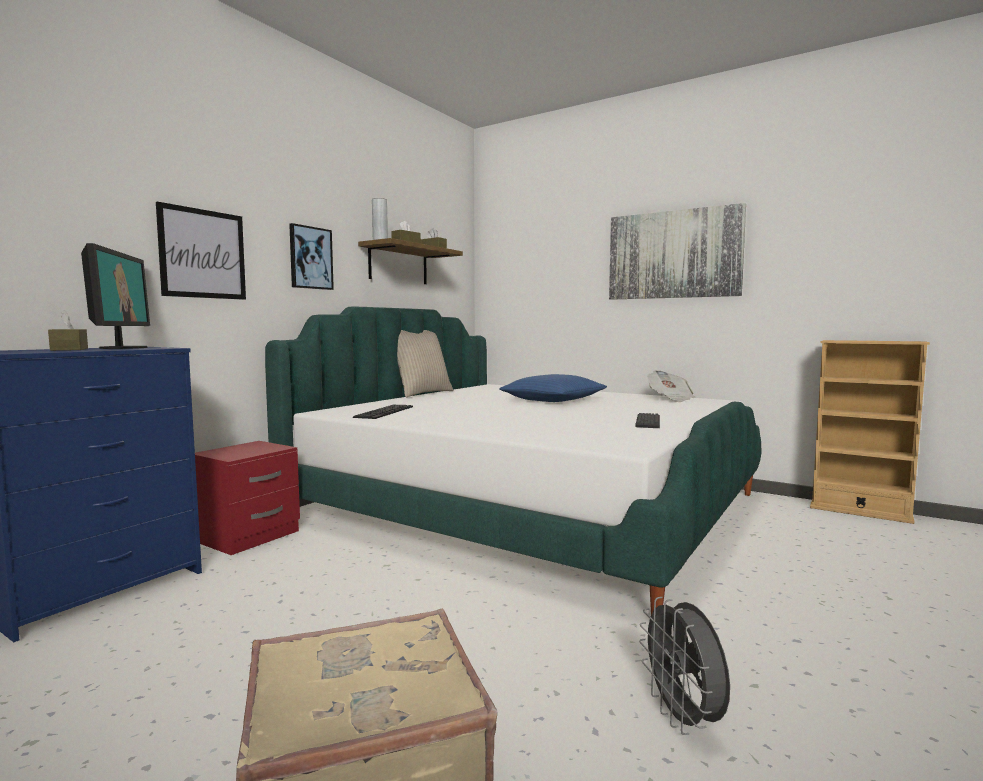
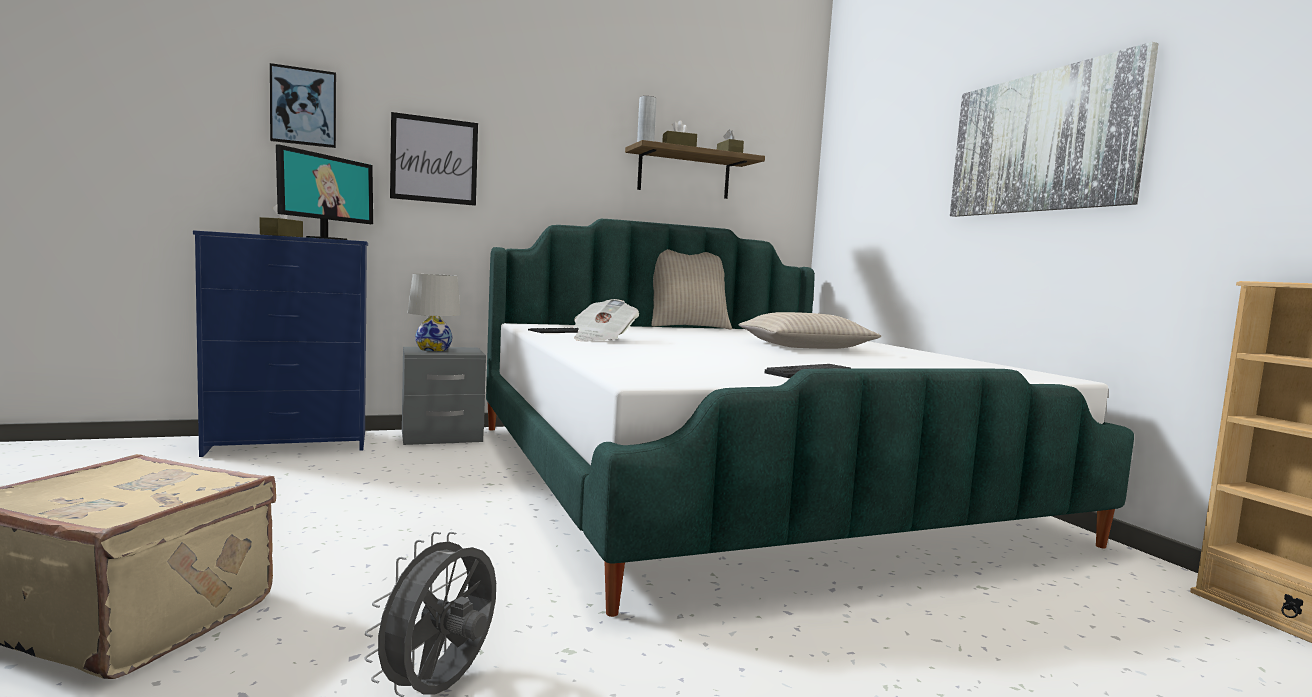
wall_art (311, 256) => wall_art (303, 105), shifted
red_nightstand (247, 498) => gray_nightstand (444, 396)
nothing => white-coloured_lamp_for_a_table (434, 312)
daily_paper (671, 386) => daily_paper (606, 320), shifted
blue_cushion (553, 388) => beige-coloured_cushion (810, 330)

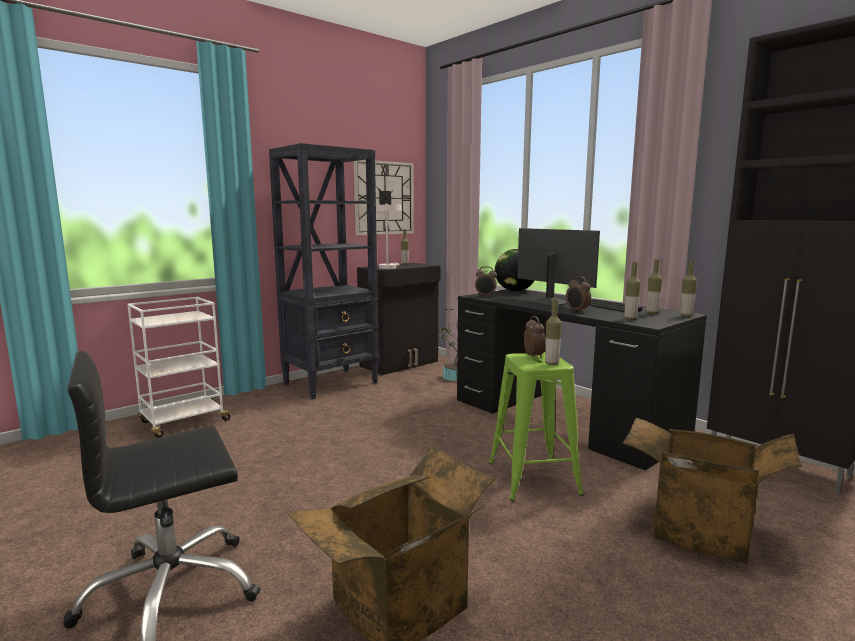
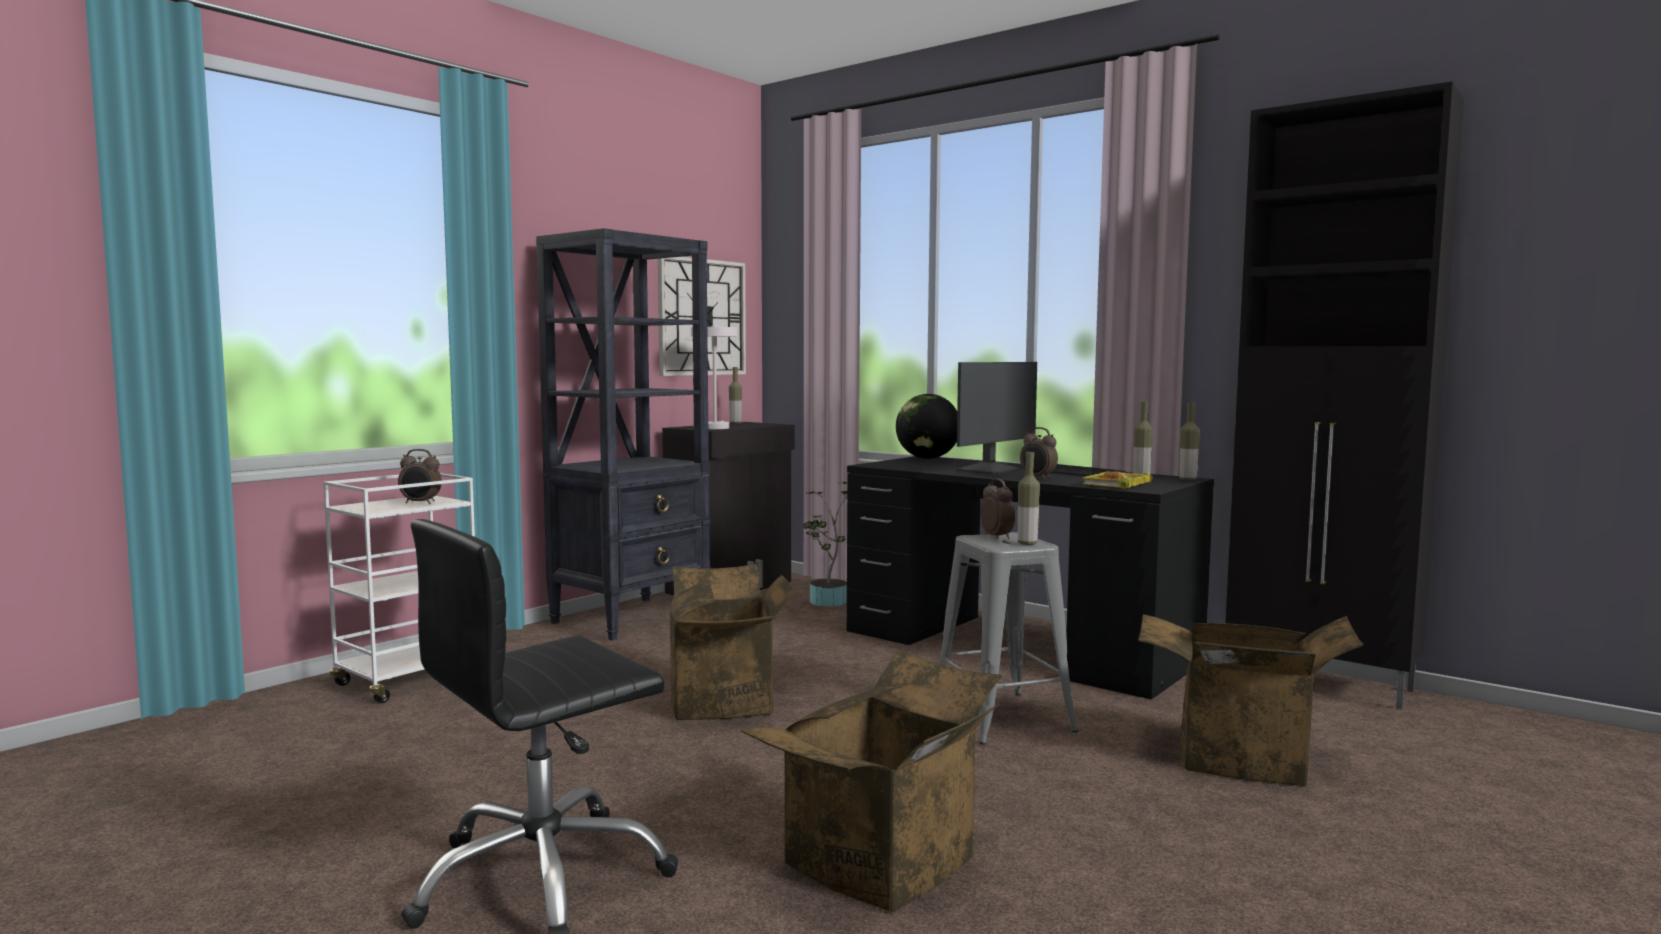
alarm_clock (486, 281) => alarm_clock (420, 476), shifted
nothing => packing_box (732, 641)
greenish_sitting_stool (536, 426) => gray_sitting_stool (1008, 638)
computer_screen (558, 267) => computer_screen (997, 418), 90 degrees clockwise
beverage_bottle (632, 291) => volume (1117, 480)

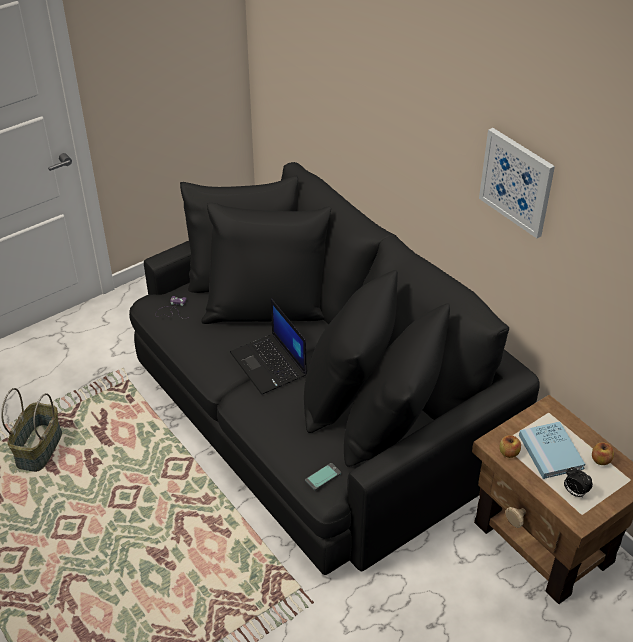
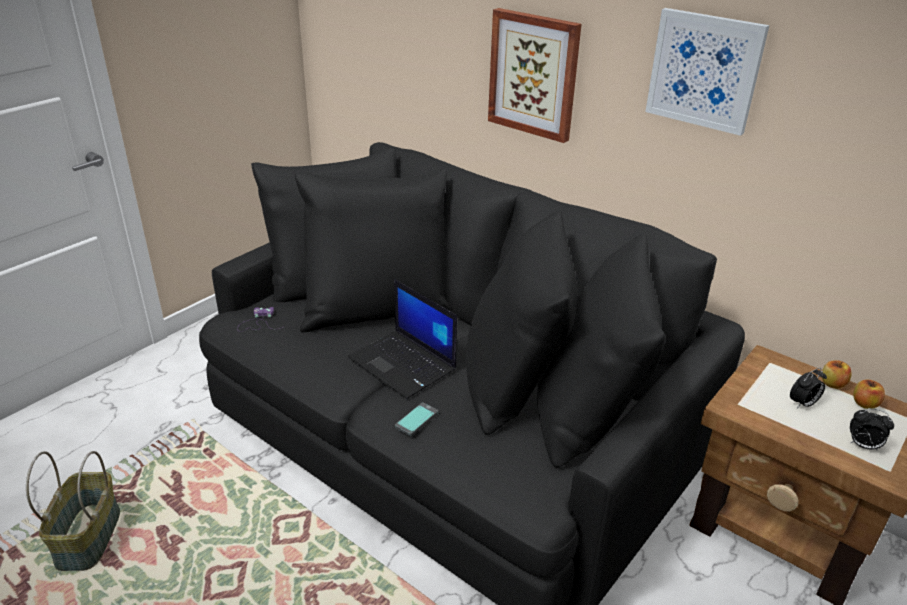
phone (323, 477) => phone (416, 419), shifted
nothing => wall_art (534, 75)
blue_volume (552, 450) => alarm_clock (808, 388)
apple_fruit (510, 446) => apple_fruit (837, 374), shifted

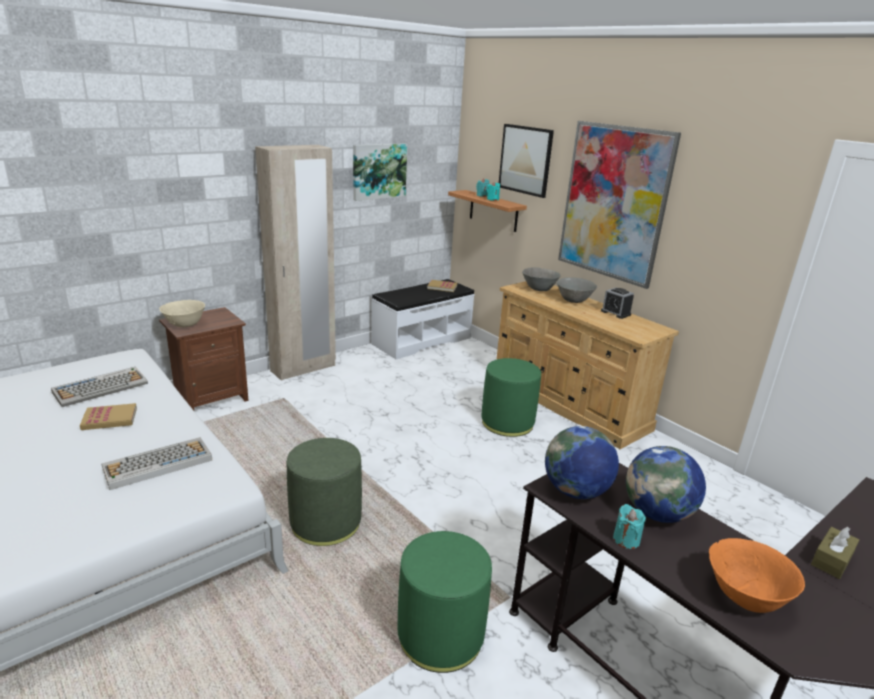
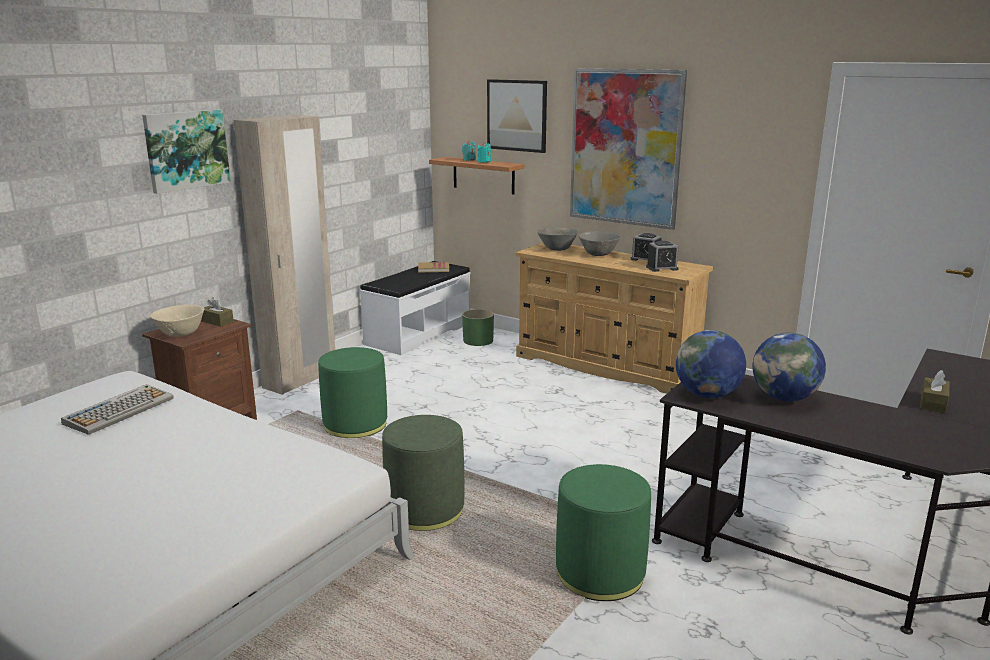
wall_art (380, 172) => wall_art (186, 152), shifted
nothing => brownish_tissue_holder (217, 312)
greenish_pouffe (511, 397) => greenish_pouffe (352, 392), shifted
nothing => greenish_plant_pot (478, 327)
nothing => alarm_clock (662, 256)
volume (108, 416) => nothing
PC_keyboard (156, 463) => nothing
turquoise-coloured_wax_candle (629, 526) => nothing
orange-coloured_serving_bowl (757, 575) => nothing

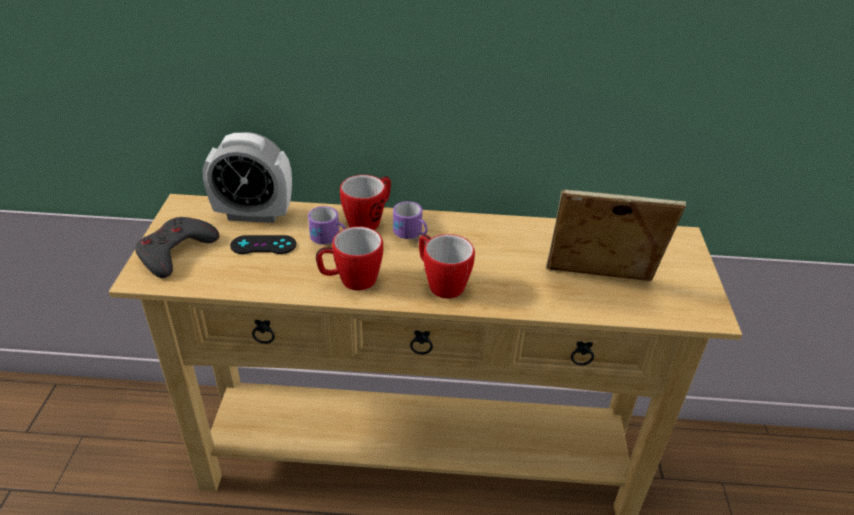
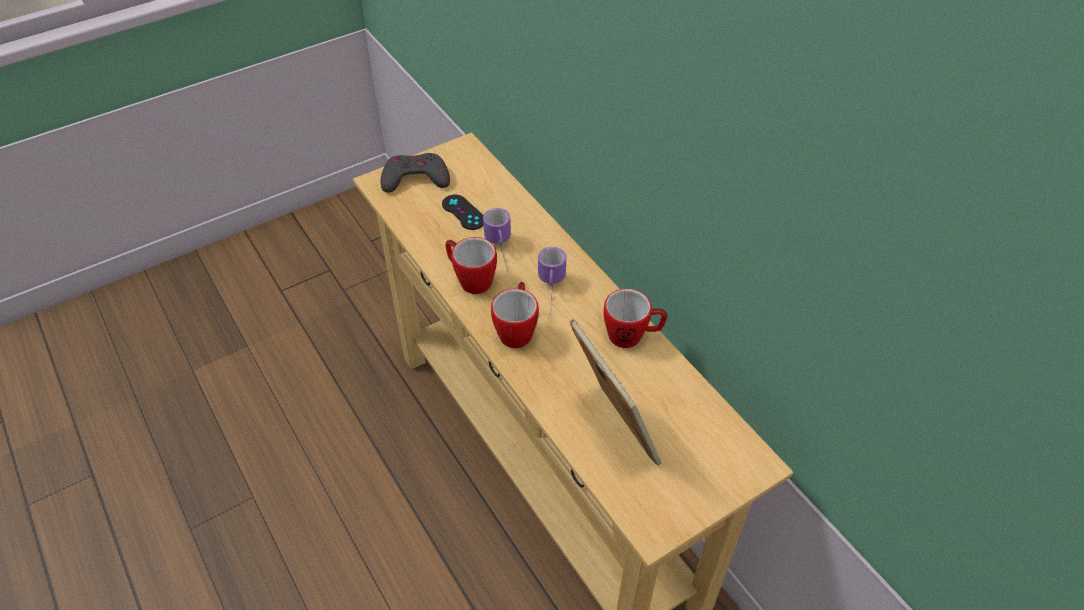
tea_mug (365, 202) => tea_mug (635, 318), shifted
alarm_clock (247, 177) => nothing

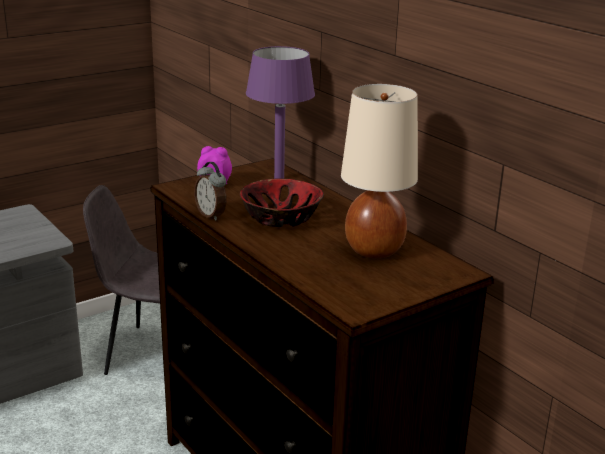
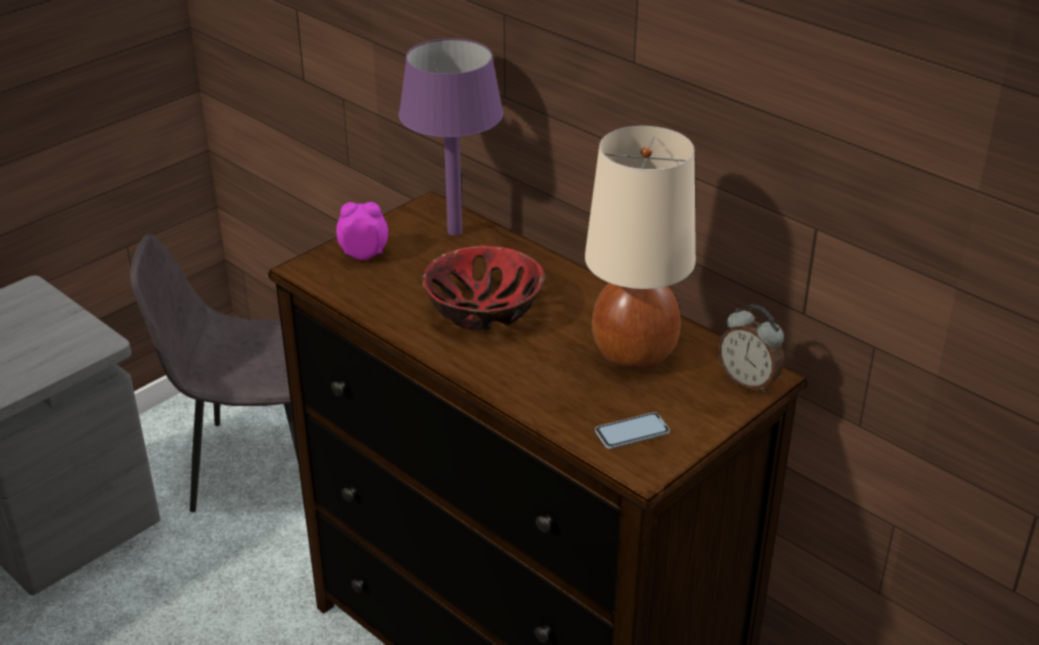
nothing => phone (632, 430)
alarm_clock (210, 191) => alarm_clock (750, 349), shifted

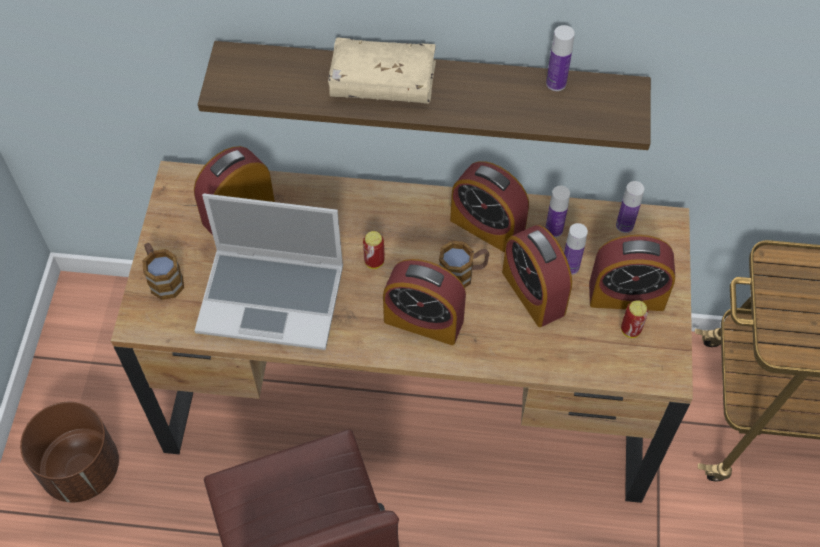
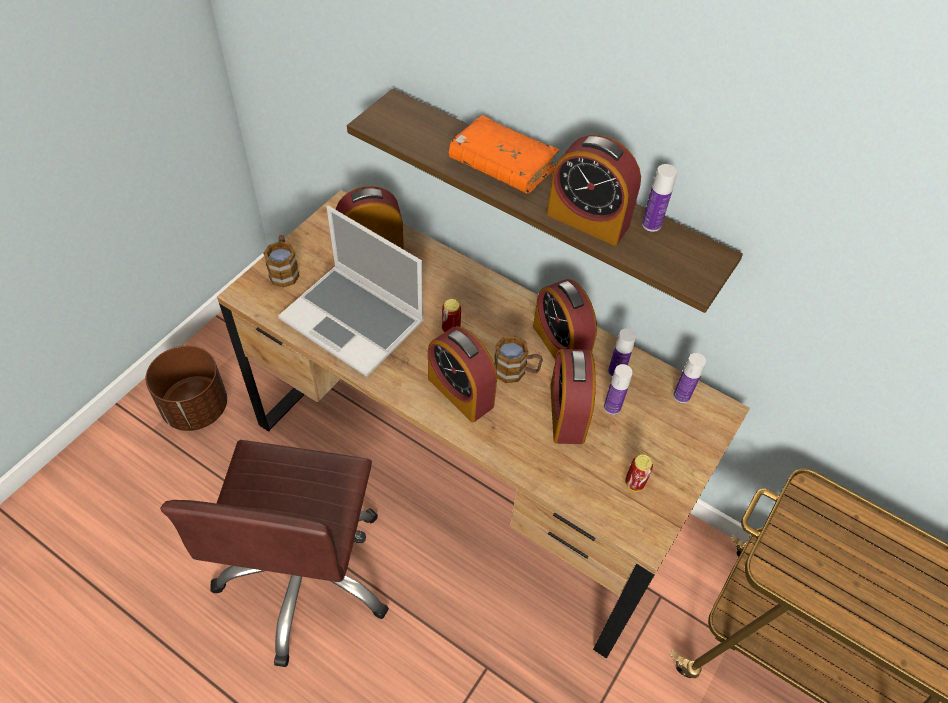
beige-coloured_volume (382, 71) => orange-coloured_volume (504, 154)
alarm_clock (632, 273) => alarm_clock (594, 190), shifted

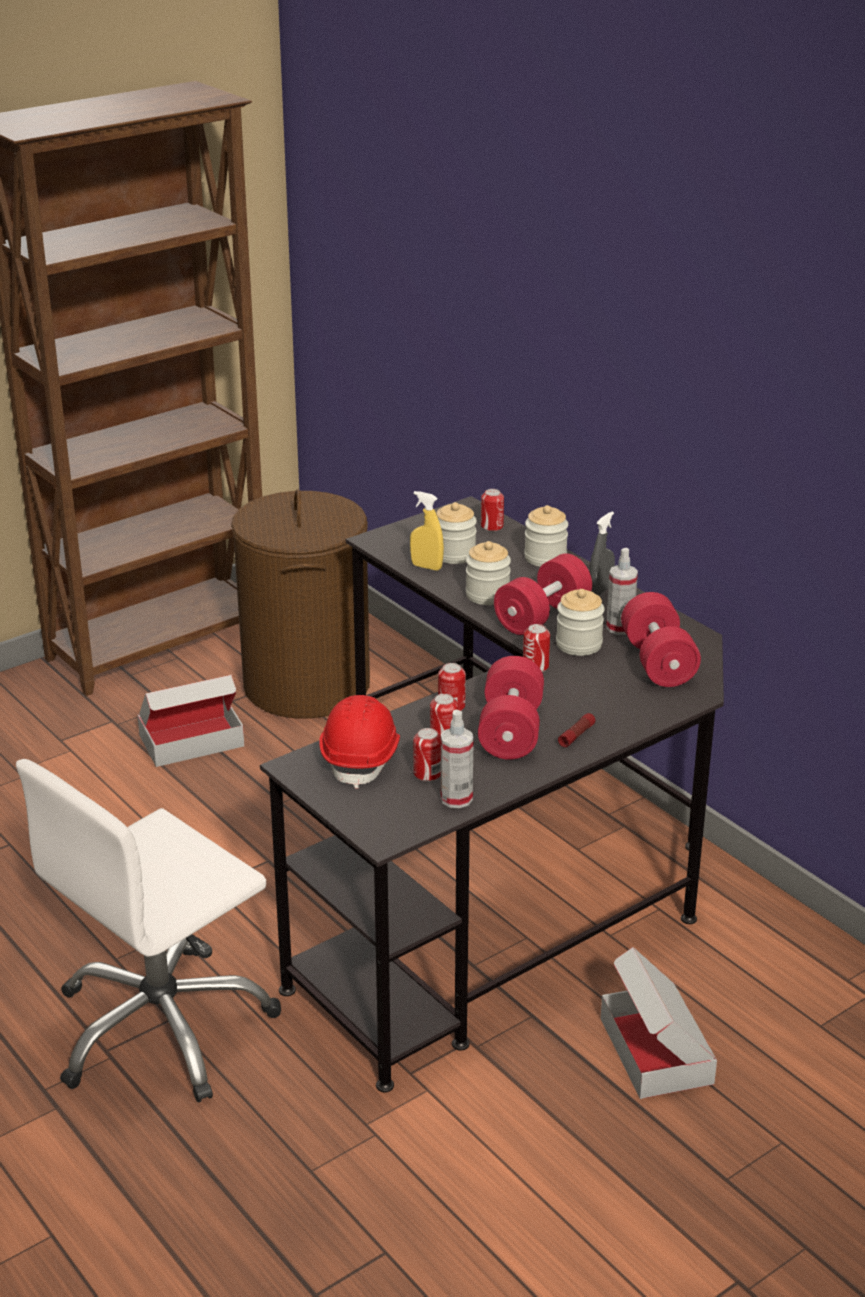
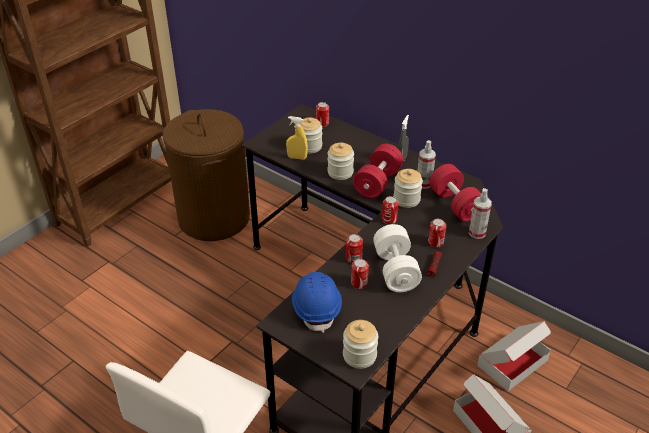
red_hard_hat (359, 741) => blue_hard_hat (317, 302)
storage_jar (546, 536) => storage_jar (360, 344), shifted
red_hand_weight (511, 708) => white-coloured_hand_weight (397, 258)
can (427, 754) => can (437, 233), shifted
hand_sprayer (457, 759) => hand_sprayer (480, 213), shifted
packing_box (190, 721) => packing_box (514, 356), shifted

